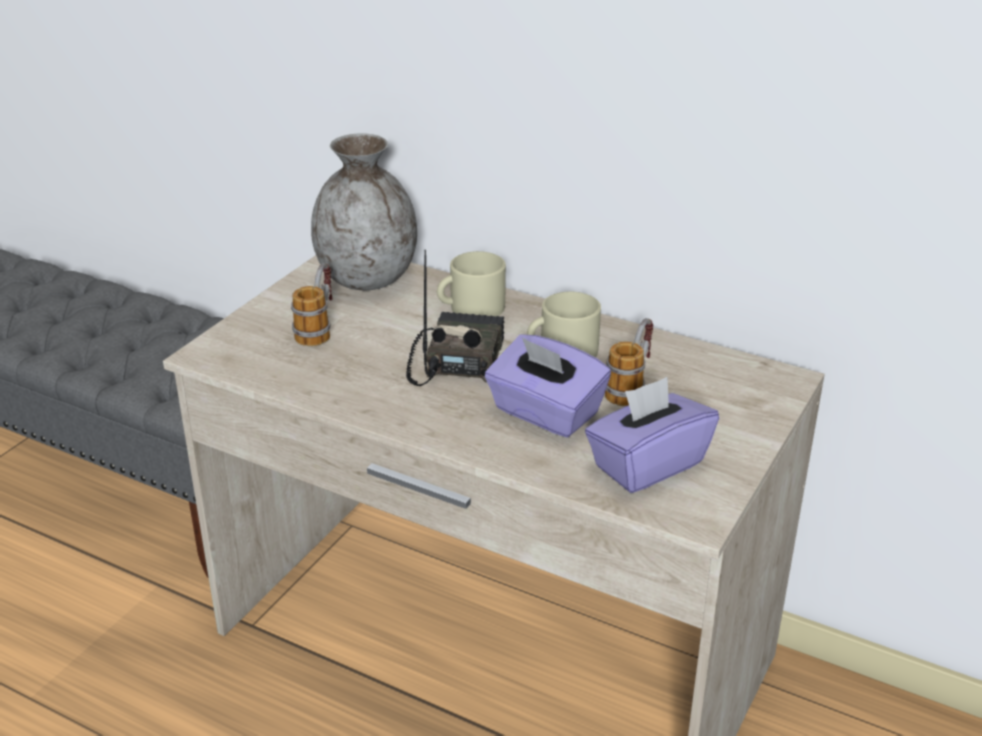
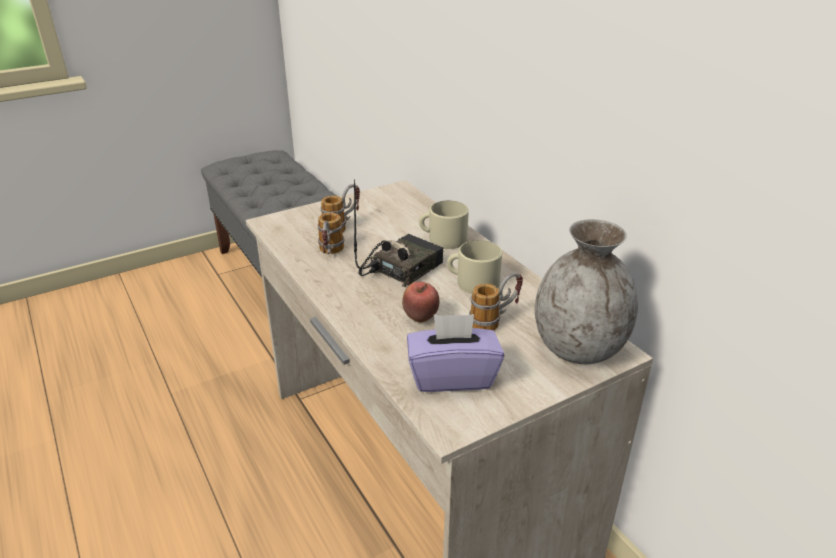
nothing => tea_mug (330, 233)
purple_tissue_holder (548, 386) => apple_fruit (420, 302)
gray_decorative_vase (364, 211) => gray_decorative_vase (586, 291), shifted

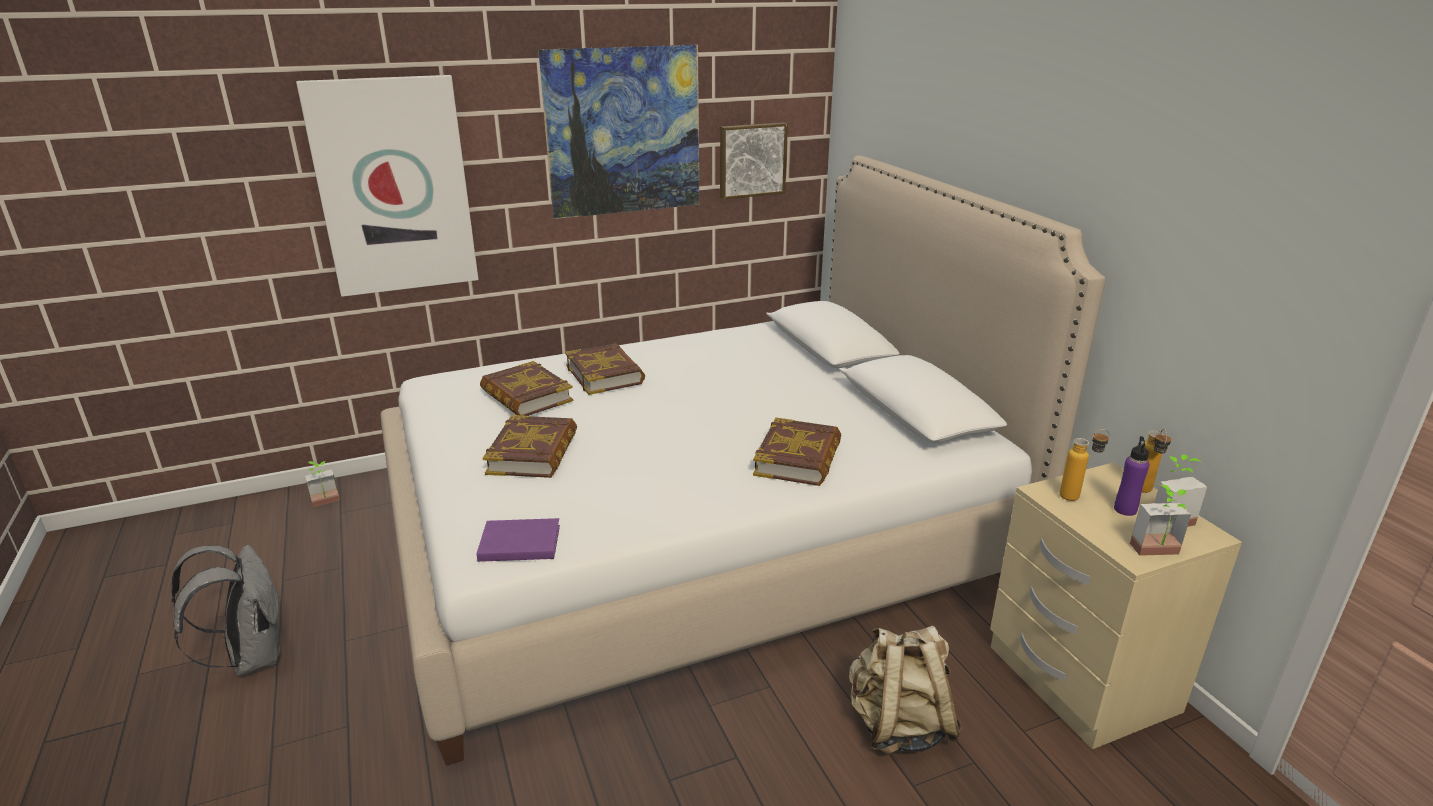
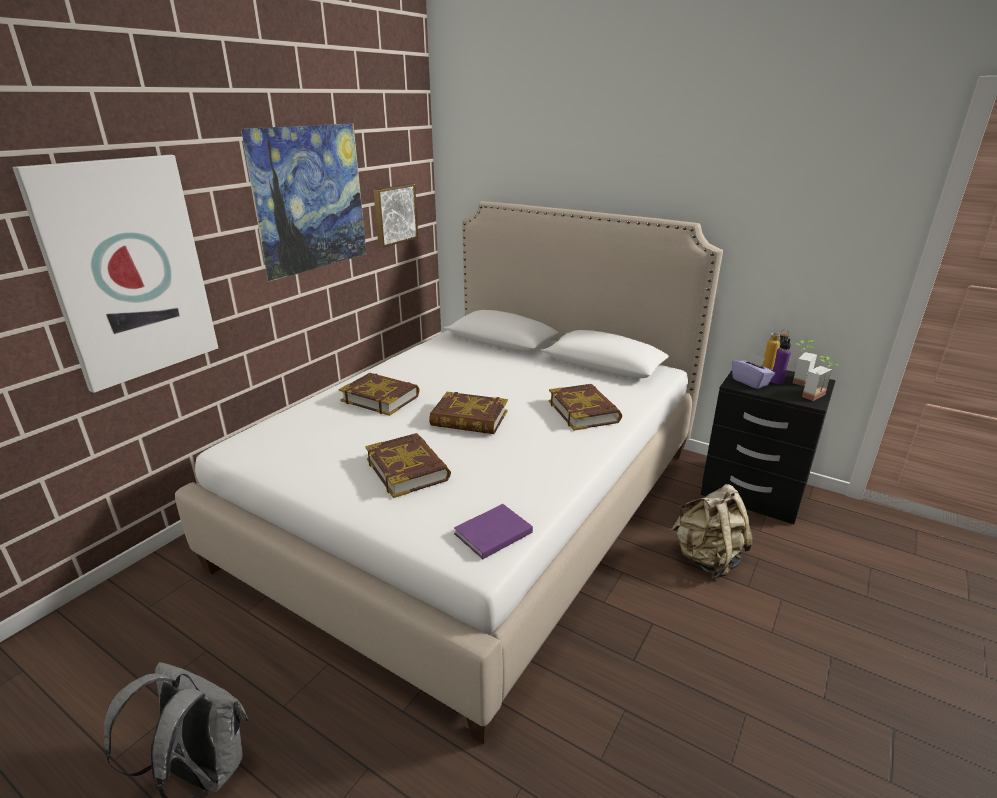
volume (526, 388) => volume (468, 413), shifted
beige-coloured_nightstand (1116, 605) => blackish_nightstand (768, 444)
beverage_bottle (1084, 465) => purple_tissue_holder (753, 371)
houseplant (322, 484) => nothing

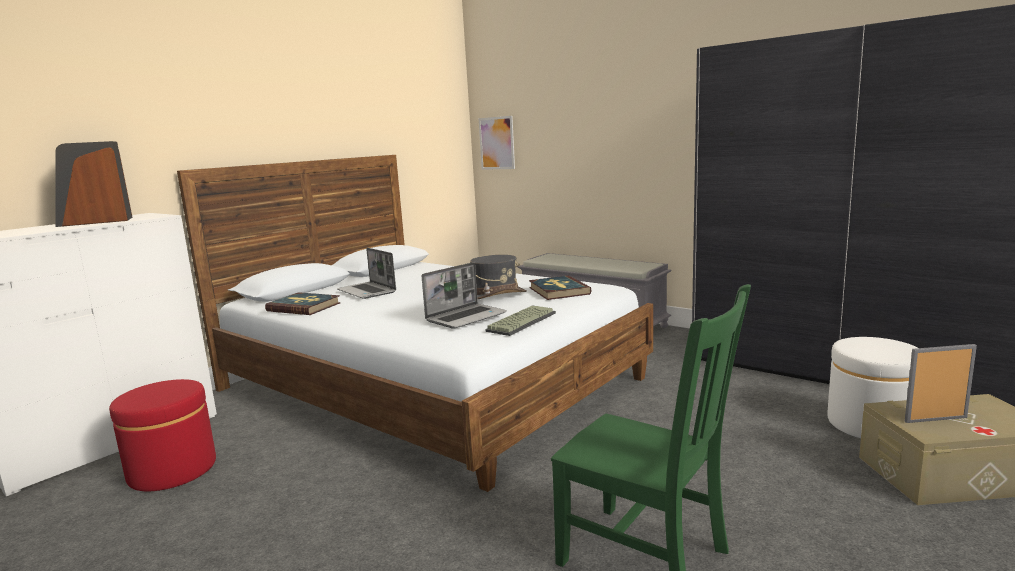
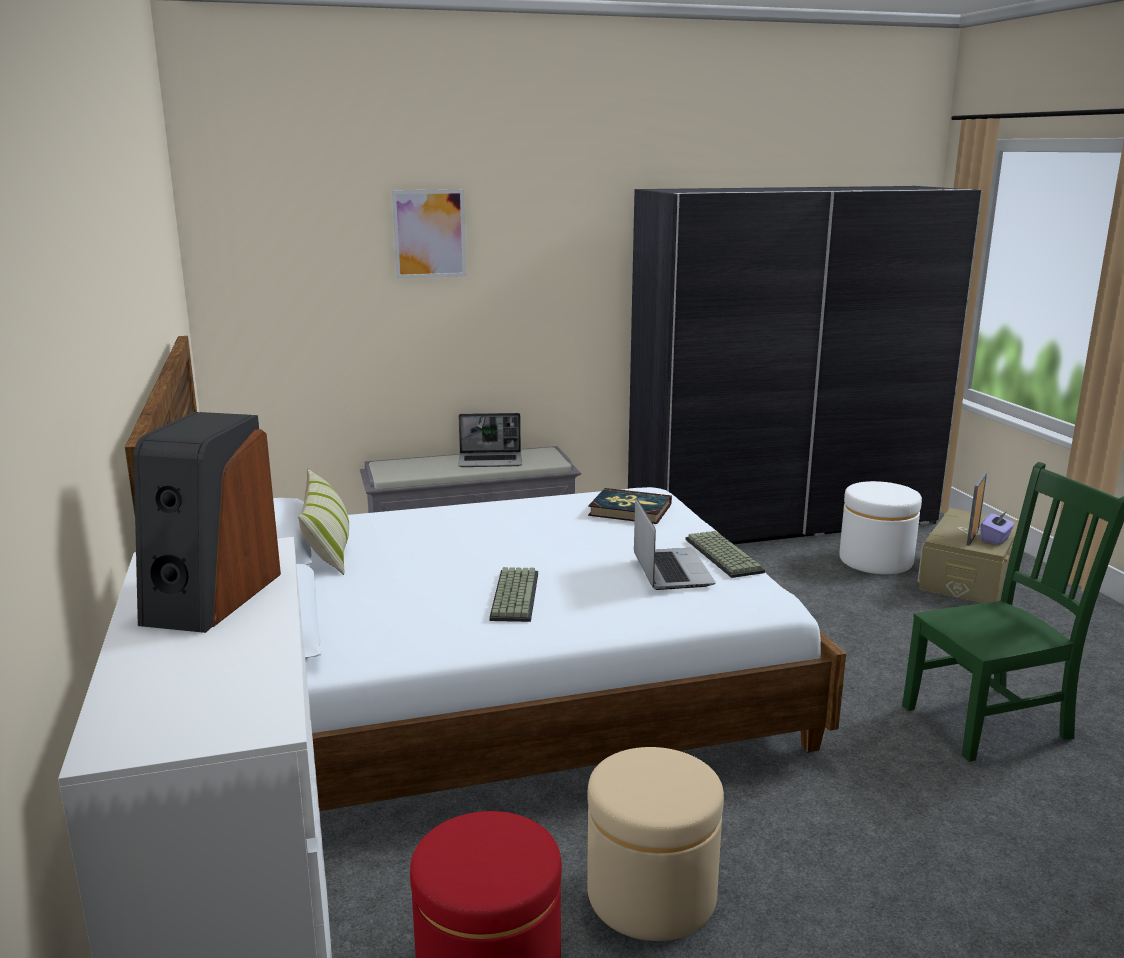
nothing => cushion (323, 522)
wall_art (497, 143) => wall_art (429, 234), shifted
notebook_computer (366, 273) => notebook_computer (490, 440), shifted
nothing => PC_keyboard (513, 594)
nothing => beige-coloured_pouffe (655, 844)
nothing => purple_tissue_holder (998, 528)
volume (302, 303) => nothing
gray_wearable_hat (498, 277) => nothing

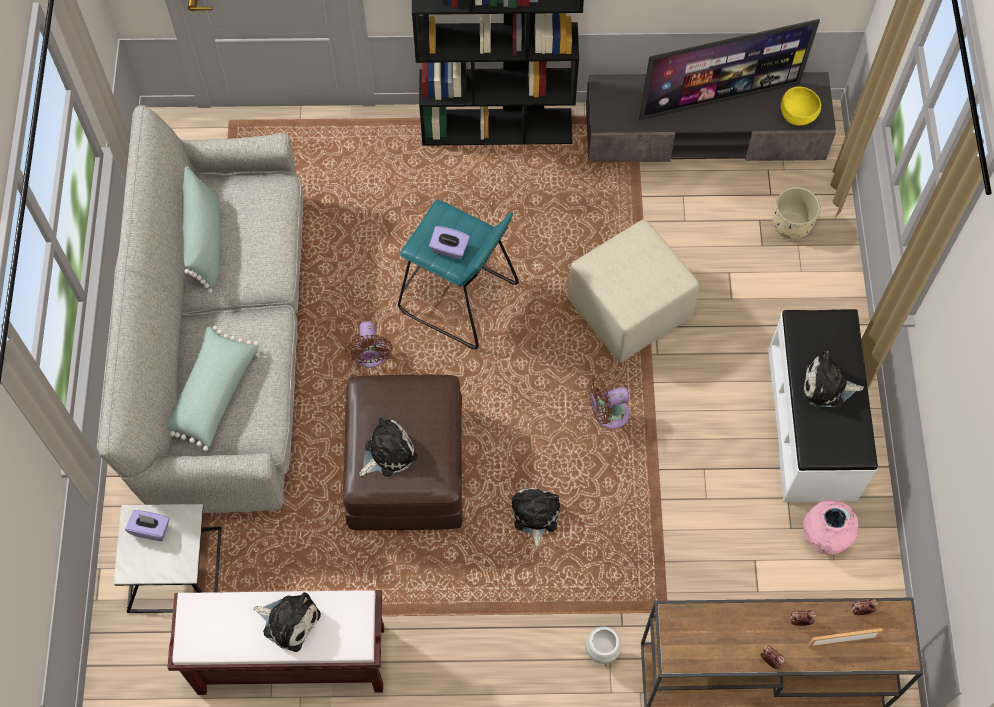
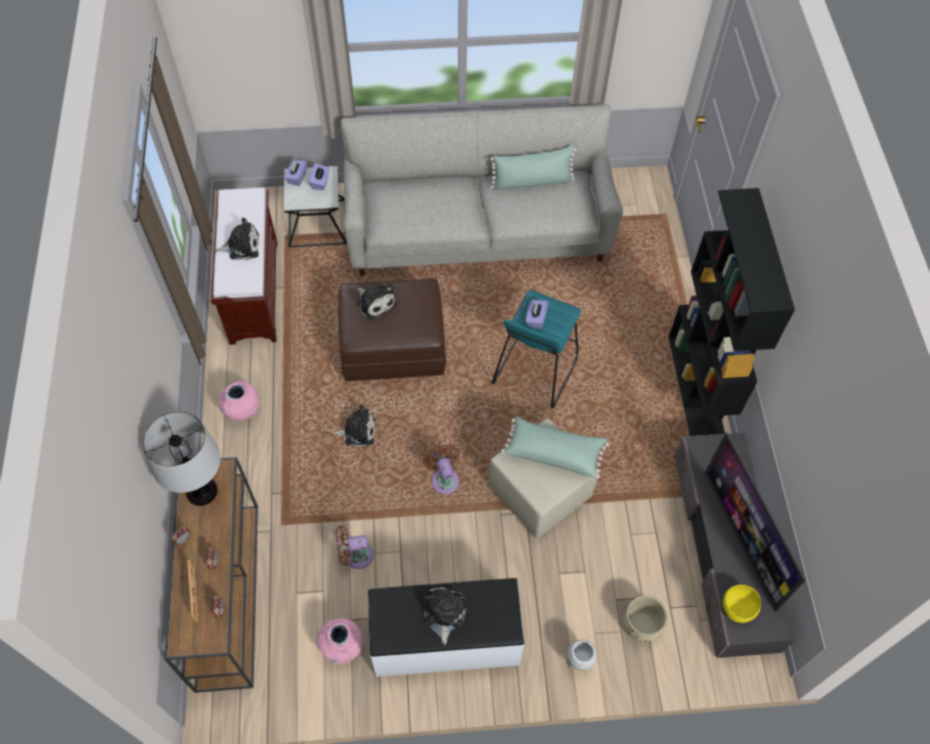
nothing => lamp_for_a_table (182, 458)
soft_toy (287, 622) => soft_toy (237, 238), 120 degrees counterclockwise
nothing => pink-coloured_decorative_vase (239, 401)
nothing => purple_tissue_holder (296, 173)
brownish_cooling_fan (369, 344) => brownish_cooling_fan (355, 547), shifted
greenish_cushion (213, 388) => greenish_cushion (555, 447), shifted
white-coloured_plant_pot (603, 646) => white-coloured_plant_pot (582, 655), shifted

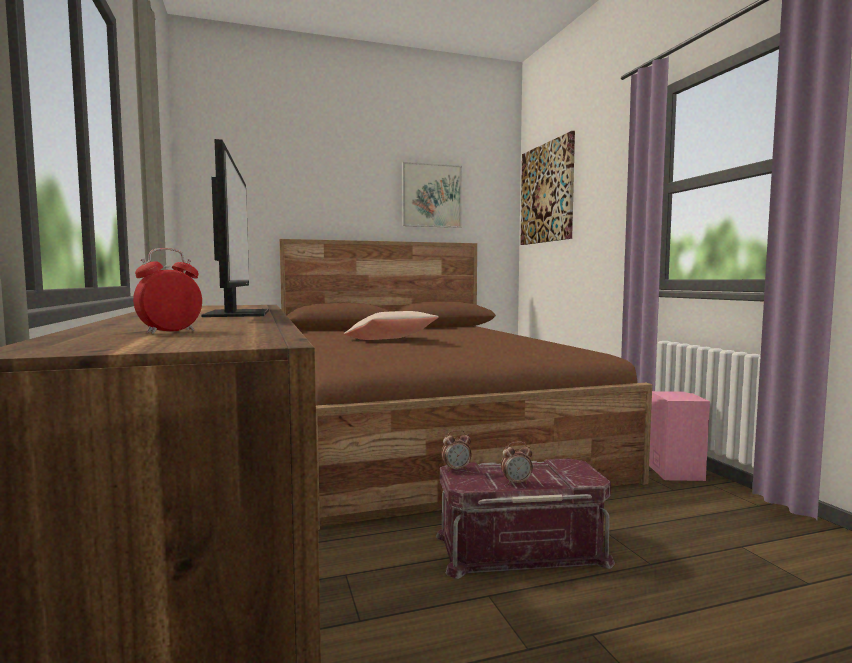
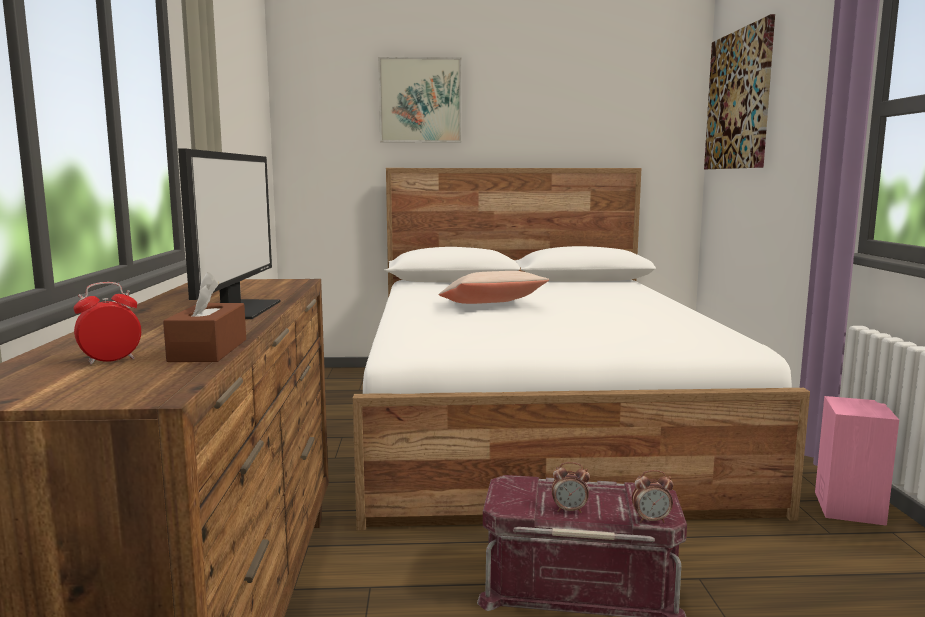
nothing => brownish_tissue_holder (204, 317)
brownish_bed (465, 384) => white-coloured_bed (581, 349)
wall_art (432, 195) => wall_art (420, 99), shifted
alarm_clock (456, 450) => alarm_clock (652, 496), shifted

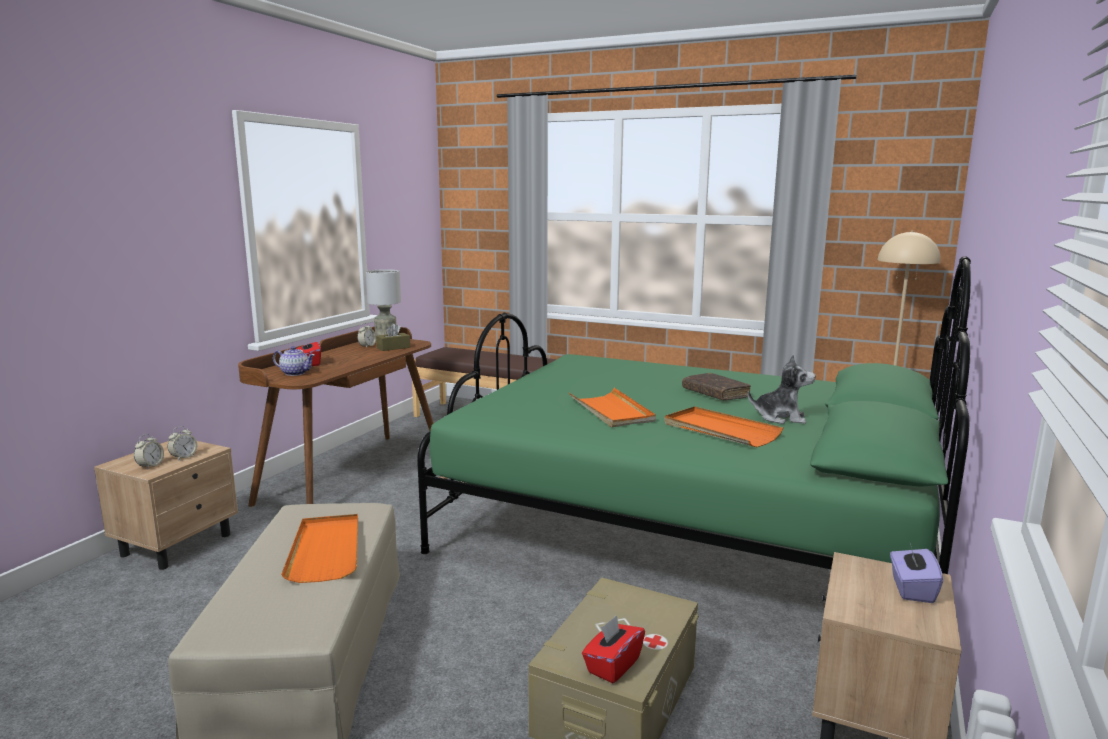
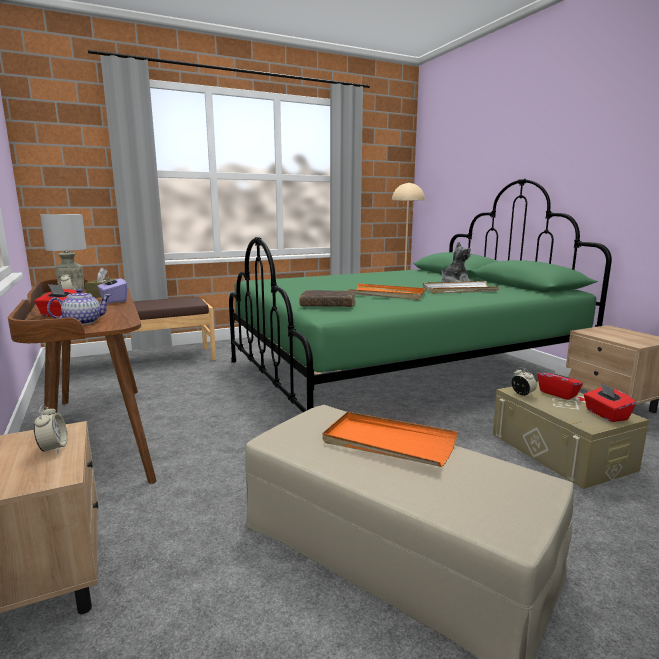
purple_tissue_holder (916, 573) => purple_tissue_holder (112, 288), shifted
brownish_volume (716, 386) => brownish_volume (327, 298), shifted
orange-coloured_carrying_tray (723, 426) => white-coloured_carrying_tray (461, 287)
alarm_clock (149, 452) => alarm_clock (524, 381), shifted
nothing => red_tissue_holder (560, 382)

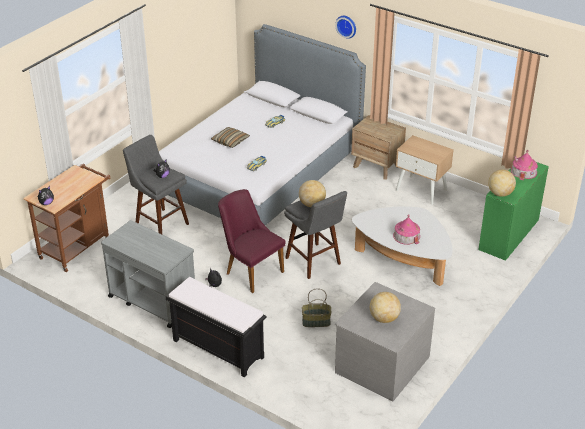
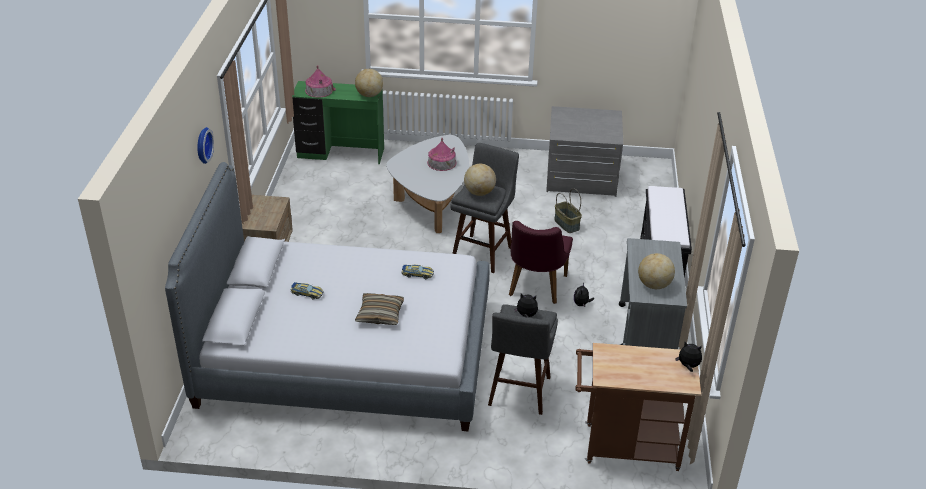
desk_globe (385, 307) => desk_globe (656, 271), shifted
beige-coloured_nightstand (425, 170) => nothing

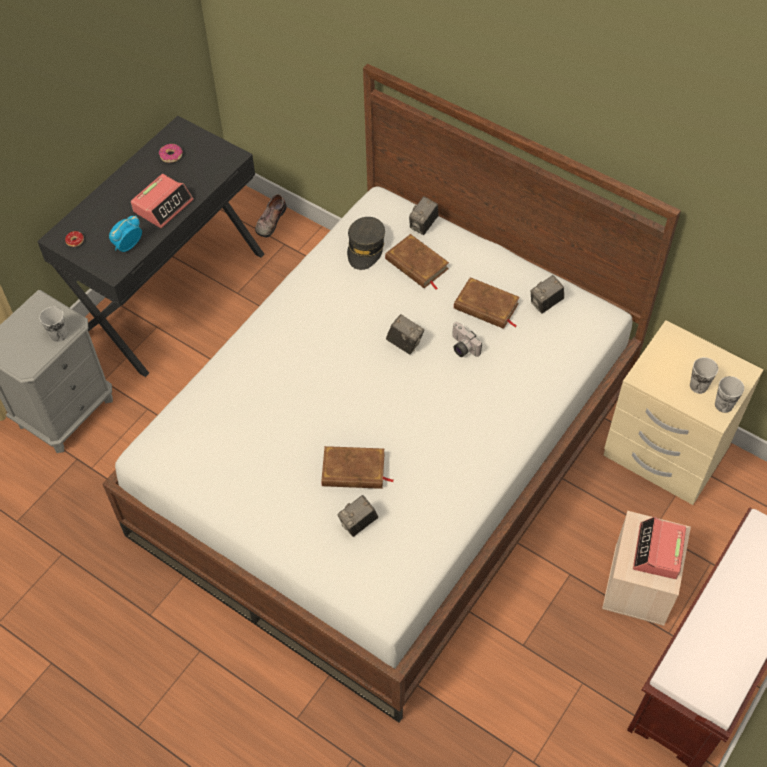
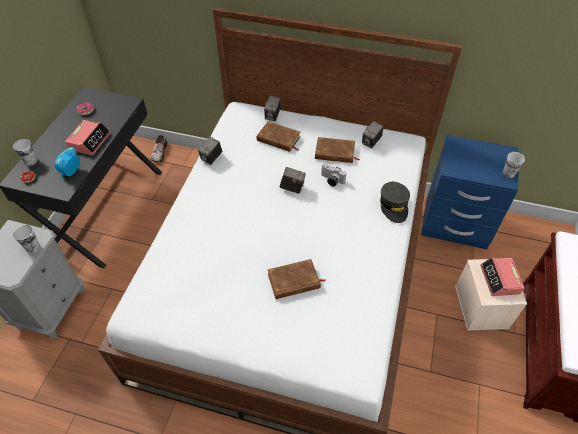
cup (704, 375) => cup (25, 152), shifted
still_camera (357, 516) => still_camera (210, 151), shifted
gray_baseball_cap (366, 243) => gray_baseball_cap (395, 202), shifted
beige-coloured_nightstand (683, 412) => blue_nightstand (469, 192)

